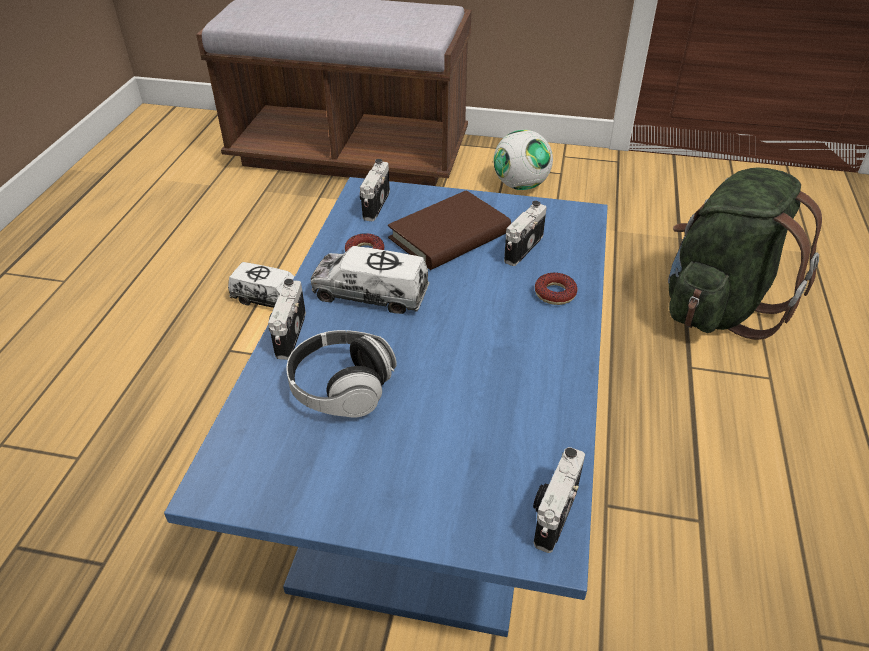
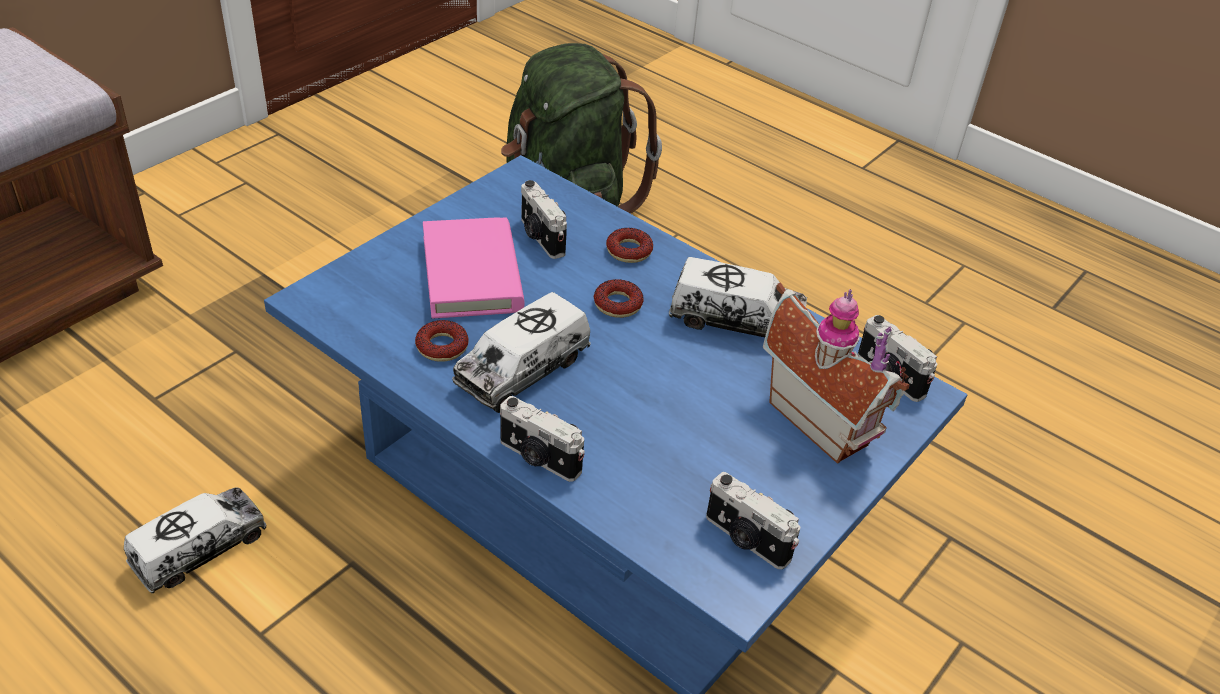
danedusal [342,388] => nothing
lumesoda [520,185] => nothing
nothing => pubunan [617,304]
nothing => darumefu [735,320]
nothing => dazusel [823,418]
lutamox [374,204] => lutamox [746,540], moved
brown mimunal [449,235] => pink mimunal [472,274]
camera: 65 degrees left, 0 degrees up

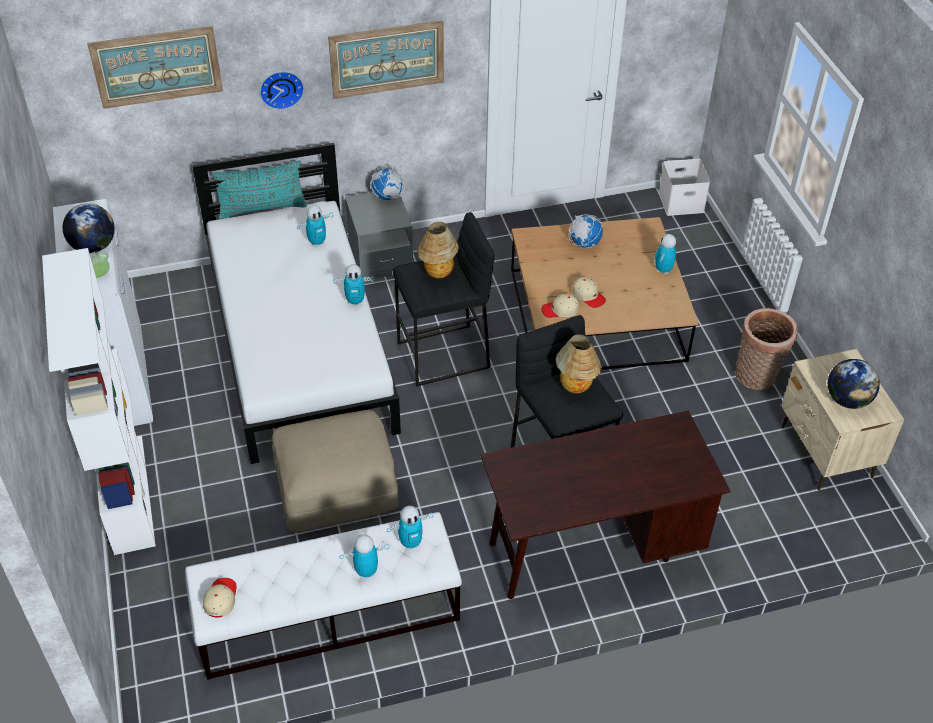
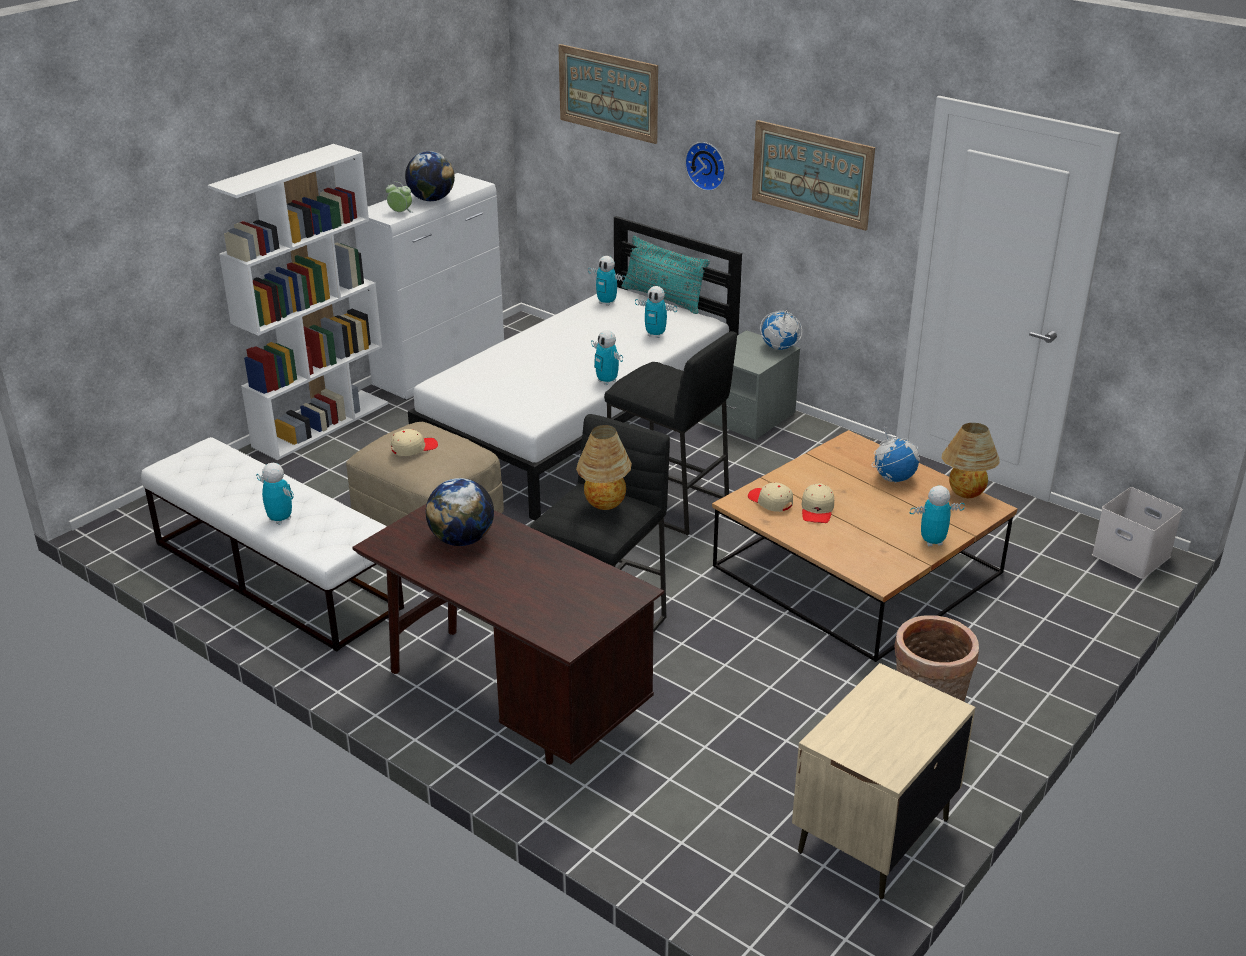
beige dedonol [220,599] => beige dedonol [414,448], moved
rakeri [411,543] => rakeri [606,302], moved
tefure [438,275] => tefure [964,495], moved
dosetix [847,400] => dosetix [462,540], moved
camera: 55 degrees right, 15 degrees down

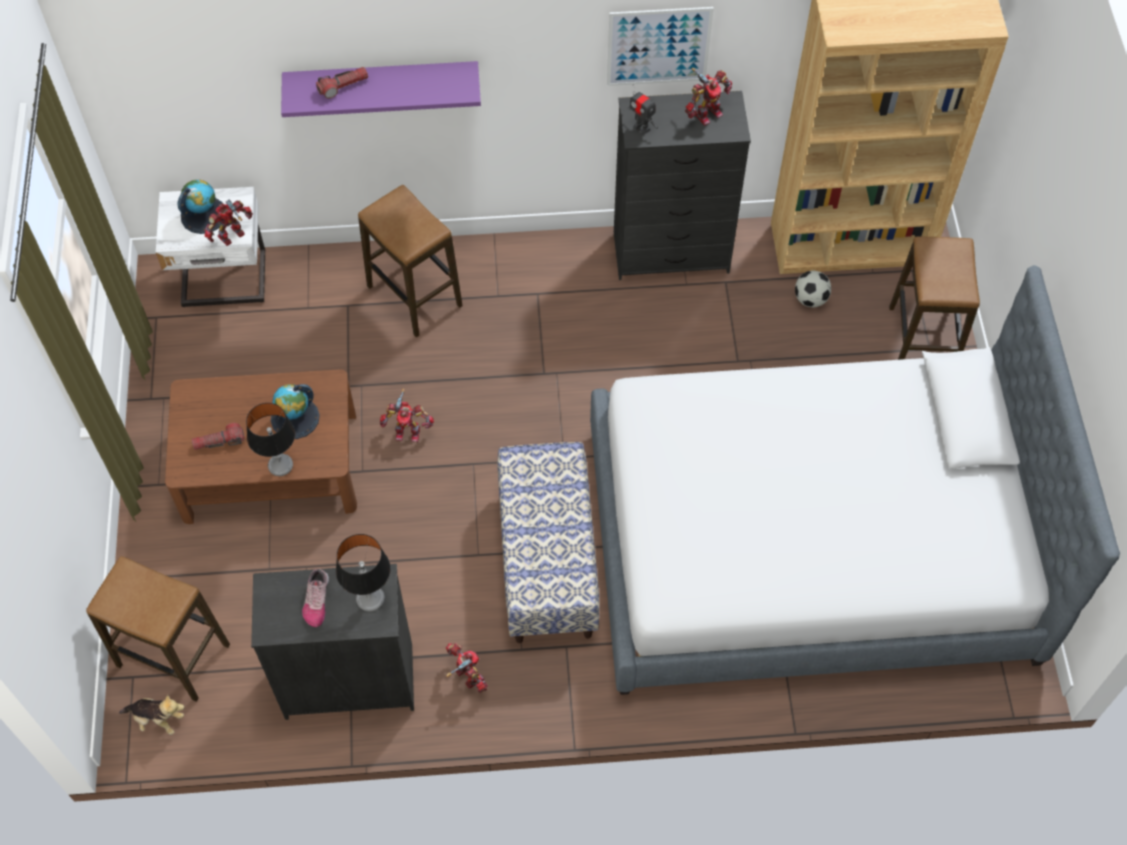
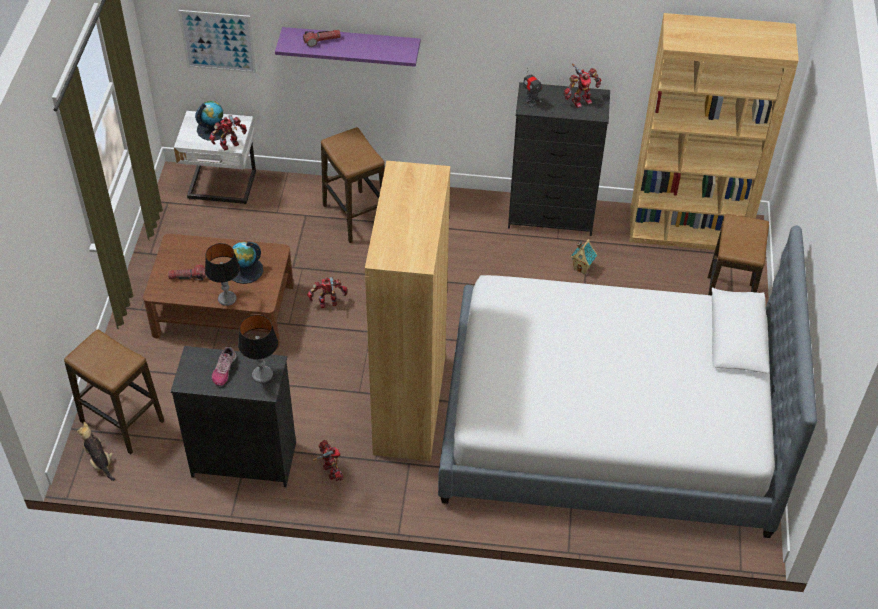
lumesoda [810,299] => nothing
nothing => dazusel [582,268]
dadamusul [658,46] => dadamusul [218,41], moved
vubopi [548,562] => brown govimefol [410,405]
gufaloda [157,719] => gufaloda [99,461], 150 degrees counterclockwise
rakeri [408,431] => rakeri [328,303], 150 degrees clockwise
camera: 10 degrees right, 10 degrees down

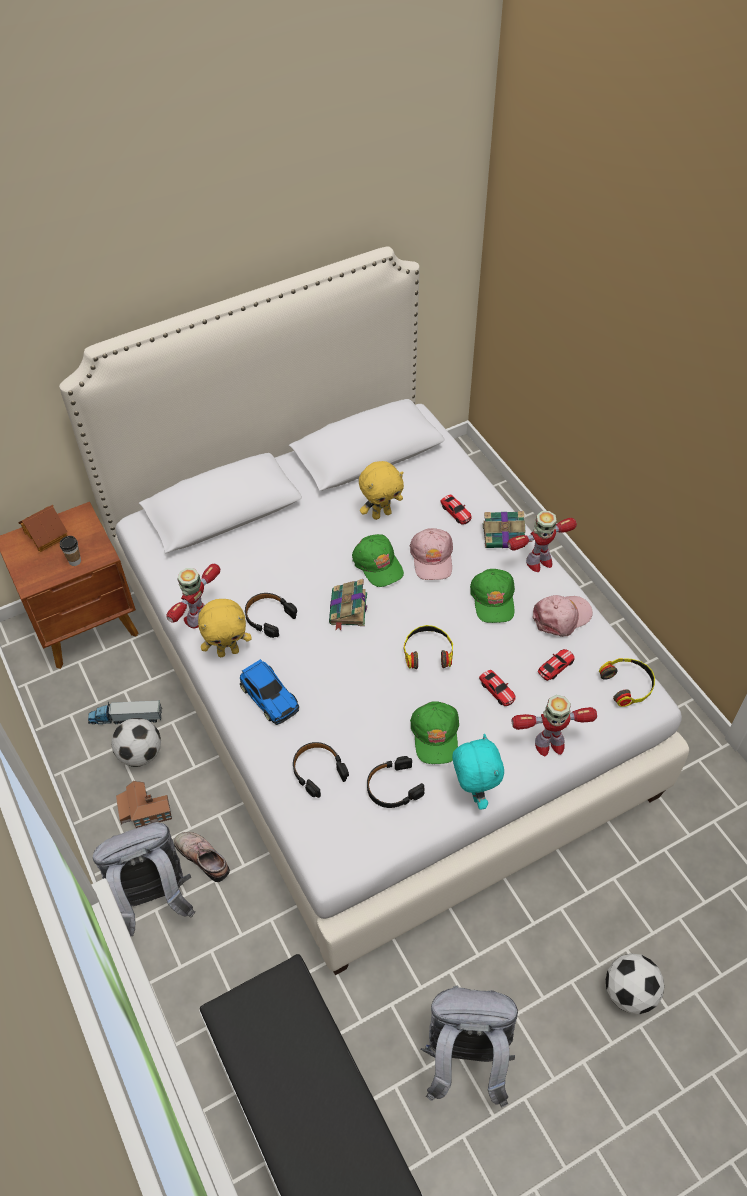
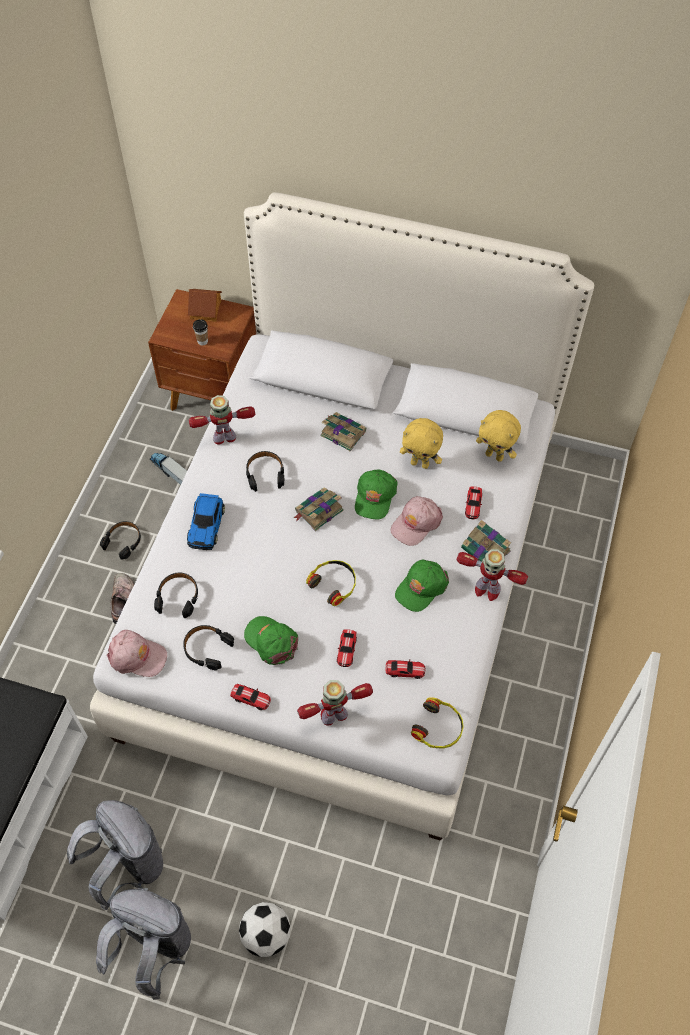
lumesoda [140,754] => nothing
nothing => mimunal [342,433]
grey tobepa [153,900] => grey tobepa [153,948], moved
yellow gufaloda [228,651] => yellow gufaloda [495,456], moved
pink dedonol [561,617] => pink dedonol [137,656], moved
dazusel [144,810] => black danedusal [123,541]
turquoise gufaloda [473,792] => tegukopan [251,698]
green dedonol [435,735] => green dedonol [271,641], 90 degrees clockwise
rakeri [549,744] => rakeri [334,715], 120 degrees clockwise
camera: 45 degrees right, 5 degrees up

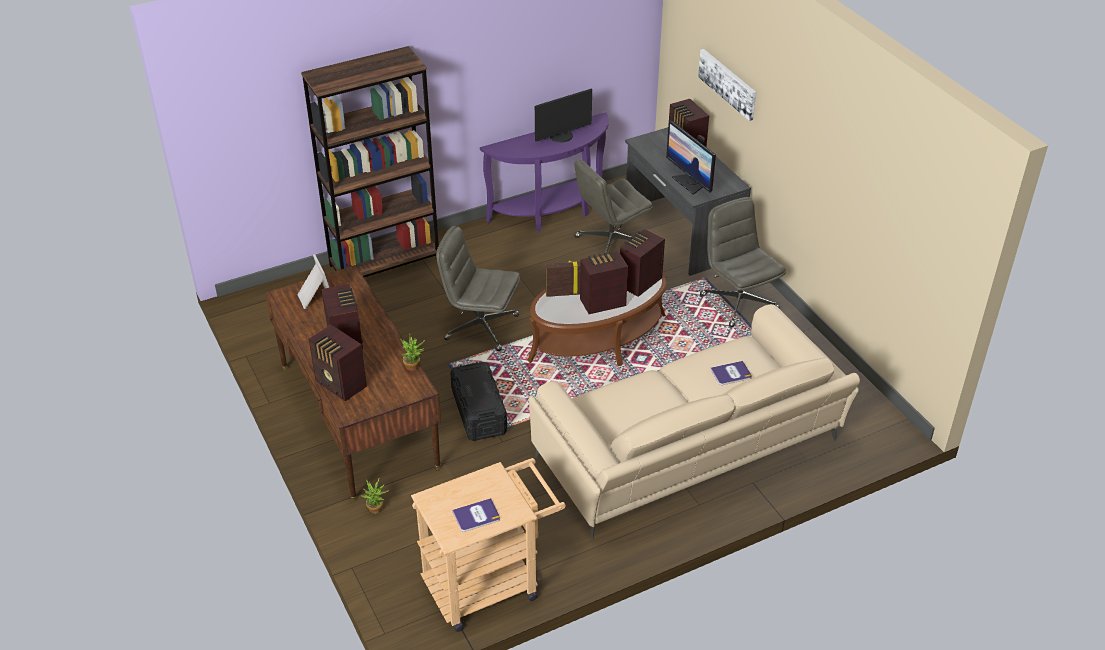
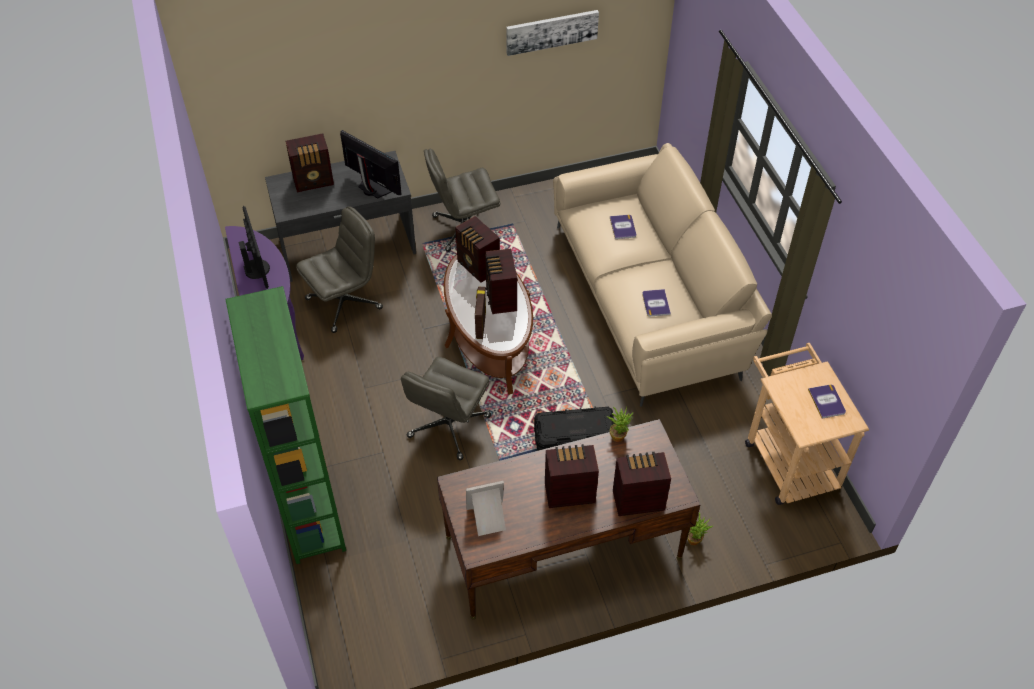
nothing => mimunal [656,303]
dadamusul [728,83] => dadamusul [551,31], moved
brown govimefol [385,262] => green govimefol [309,506]
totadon [341,385] => totadon [637,500], 150 degrees counterclockwise
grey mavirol [610,243] => grey mavirol [345,303], 105 degrees counterclockwise
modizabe [689,183] => modizabe [372,189], 120 degrees counterclockwise
camera: 80 degrees left, 10 degrees up

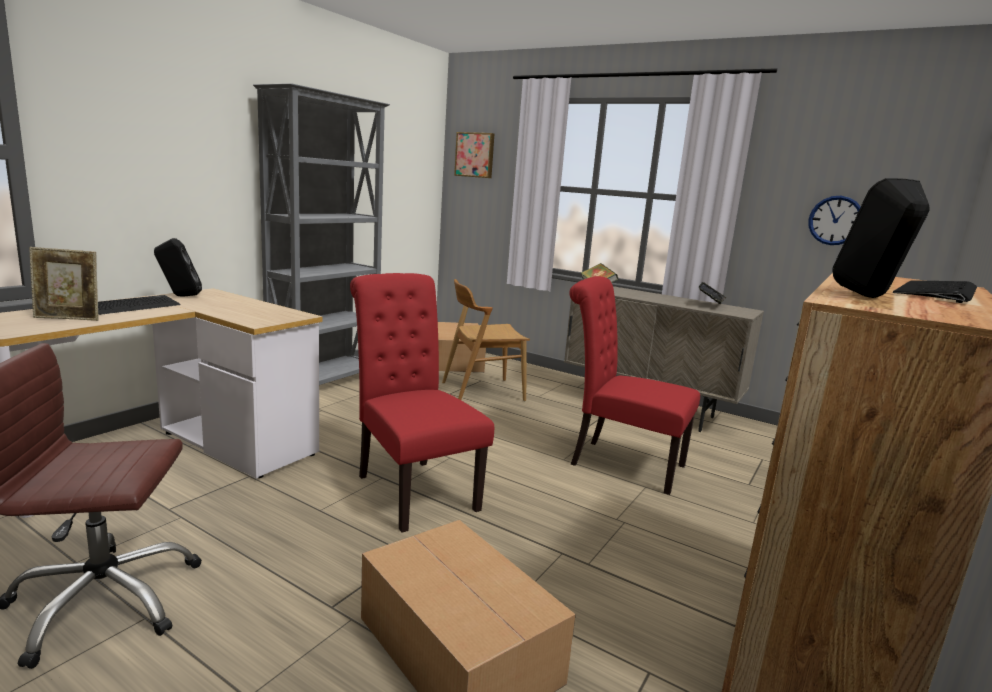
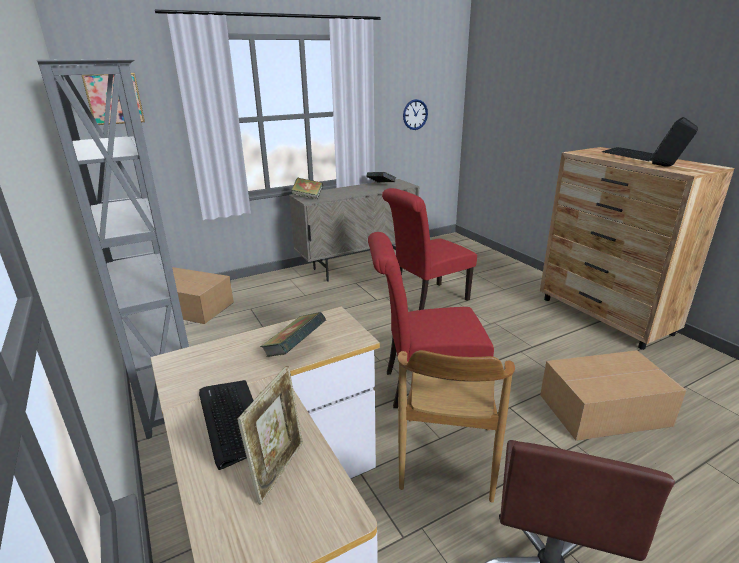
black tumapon [180,296] => nothing
nothing => mimunal [295,350]
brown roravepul [482,391] => brown roravepul [446,457], moved
camera: 60 degrees left, 10 degrees up

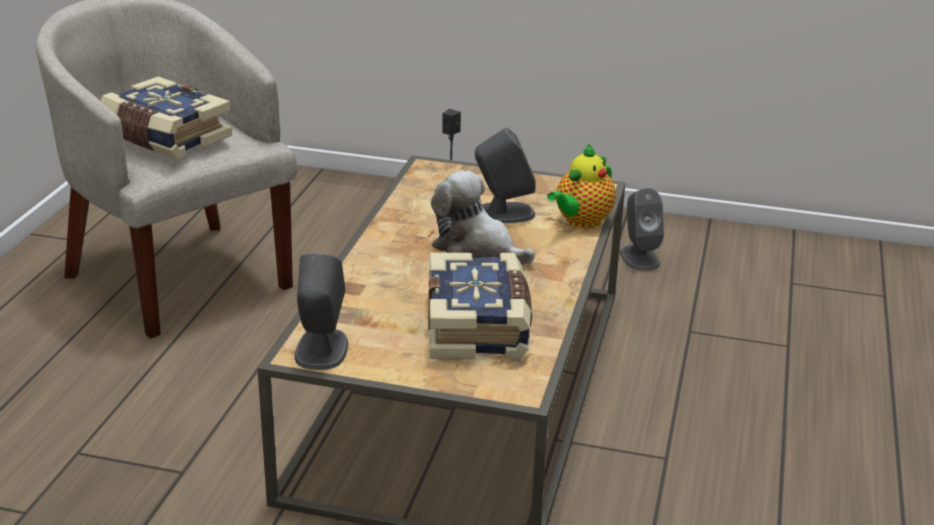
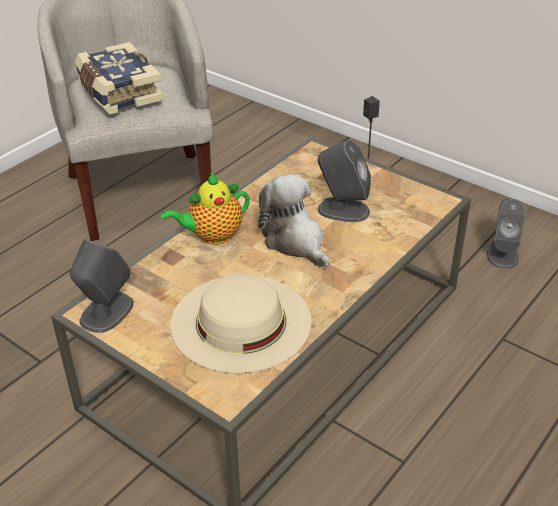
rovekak [581,222] => rovekak [212,236], moved
mimunal [479,326] => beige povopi [241,321]
camera: 25 degrees right, 10 degrees up

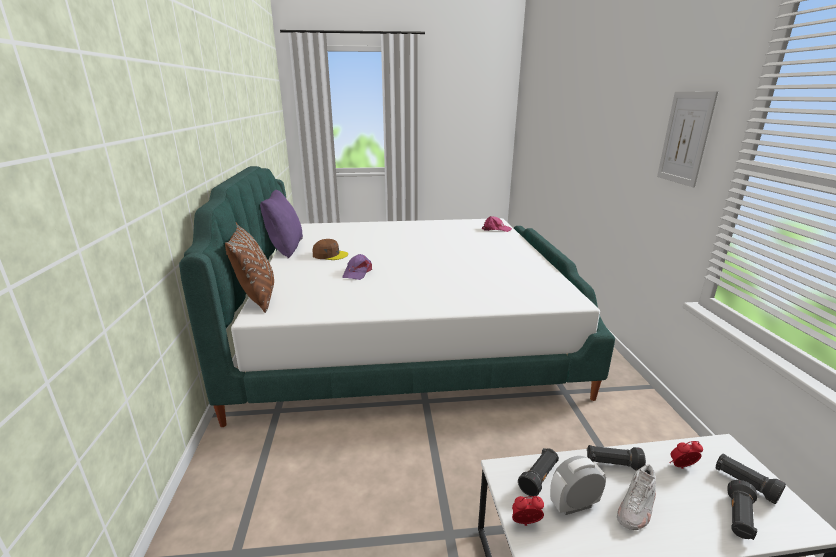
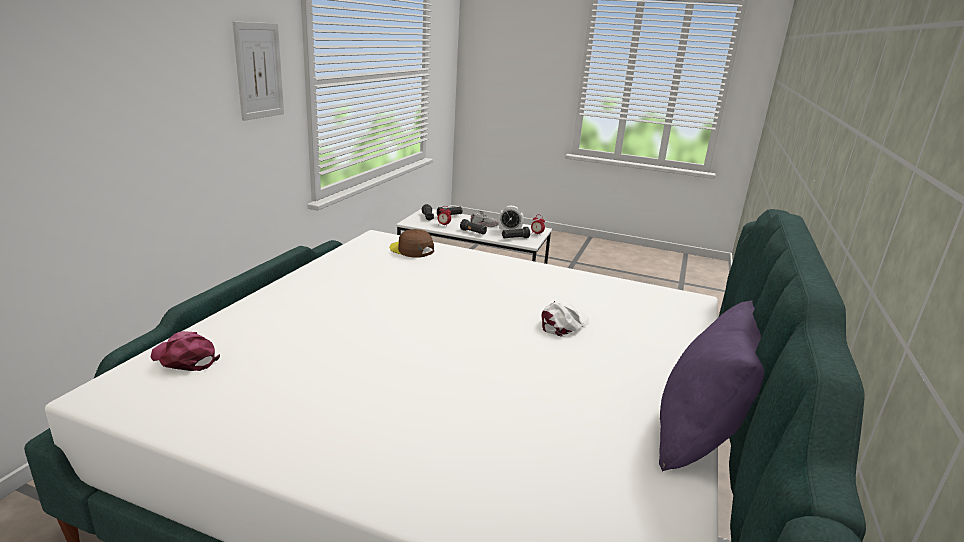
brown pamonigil [257,297] => nothing
brown dedonol [330,255] => brown dedonol [411,250], moved
purple dedonol [357,273] => white dedonol [563,324]
camera: 155 degrees left, 0 degrees up

